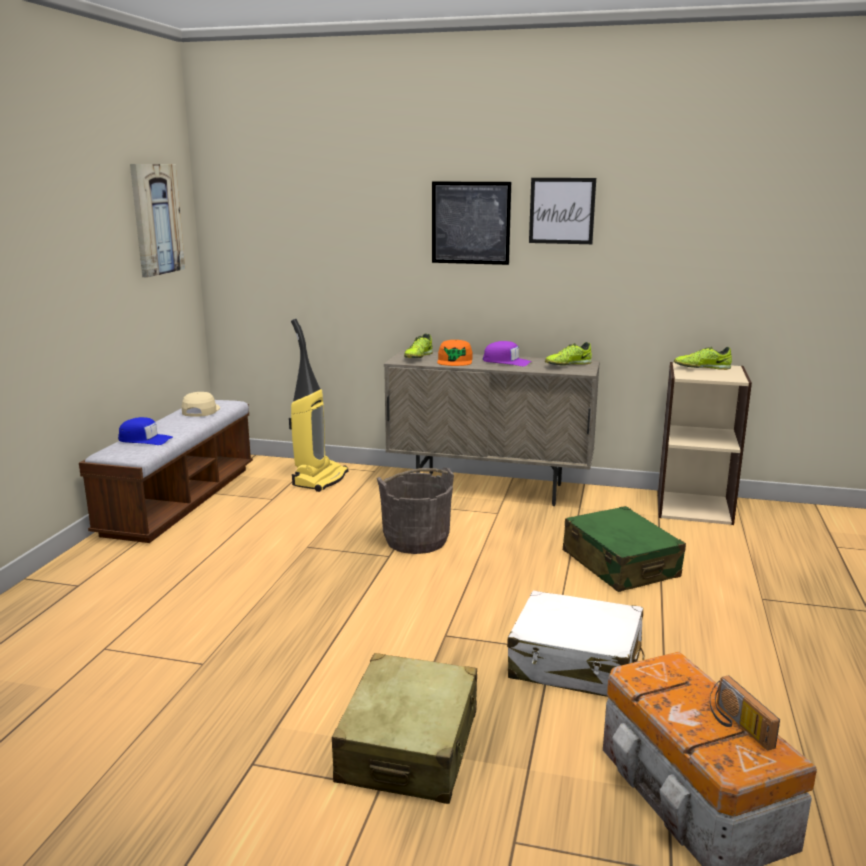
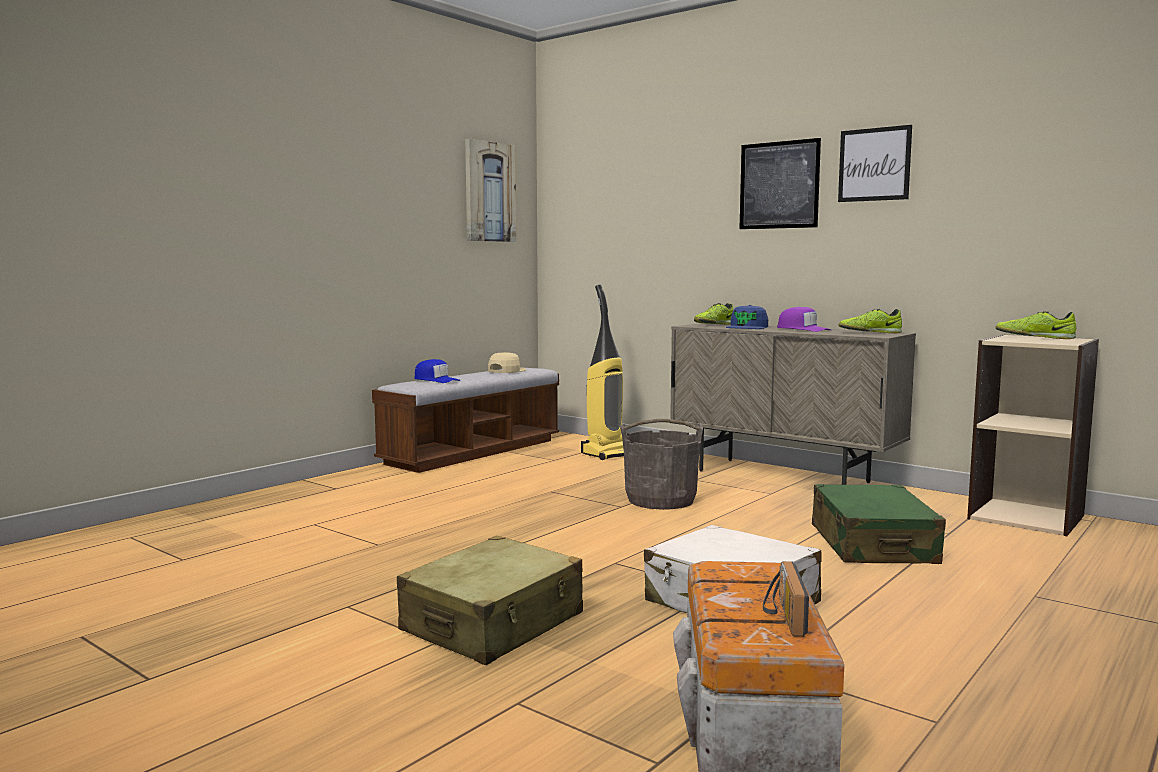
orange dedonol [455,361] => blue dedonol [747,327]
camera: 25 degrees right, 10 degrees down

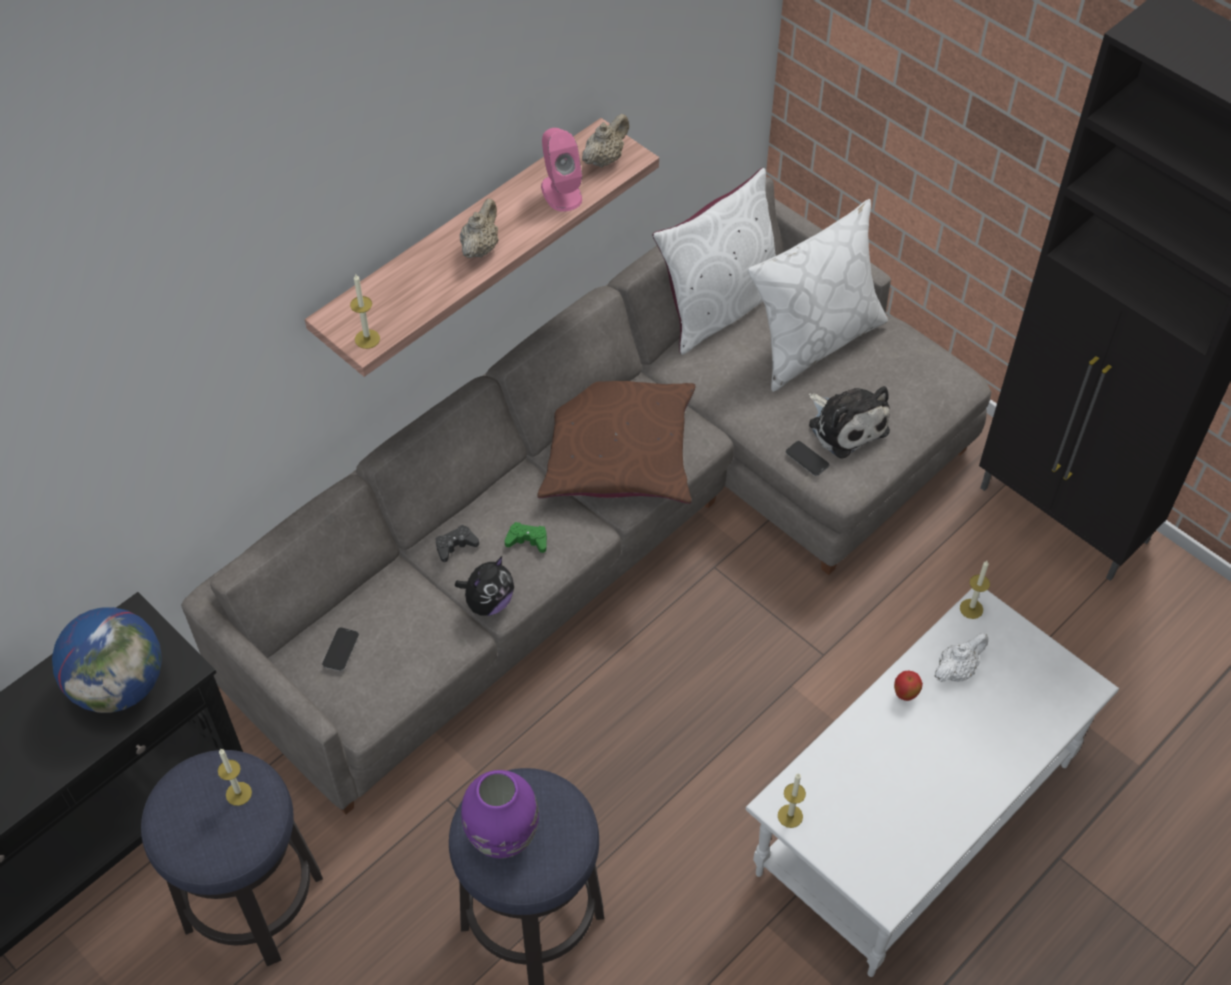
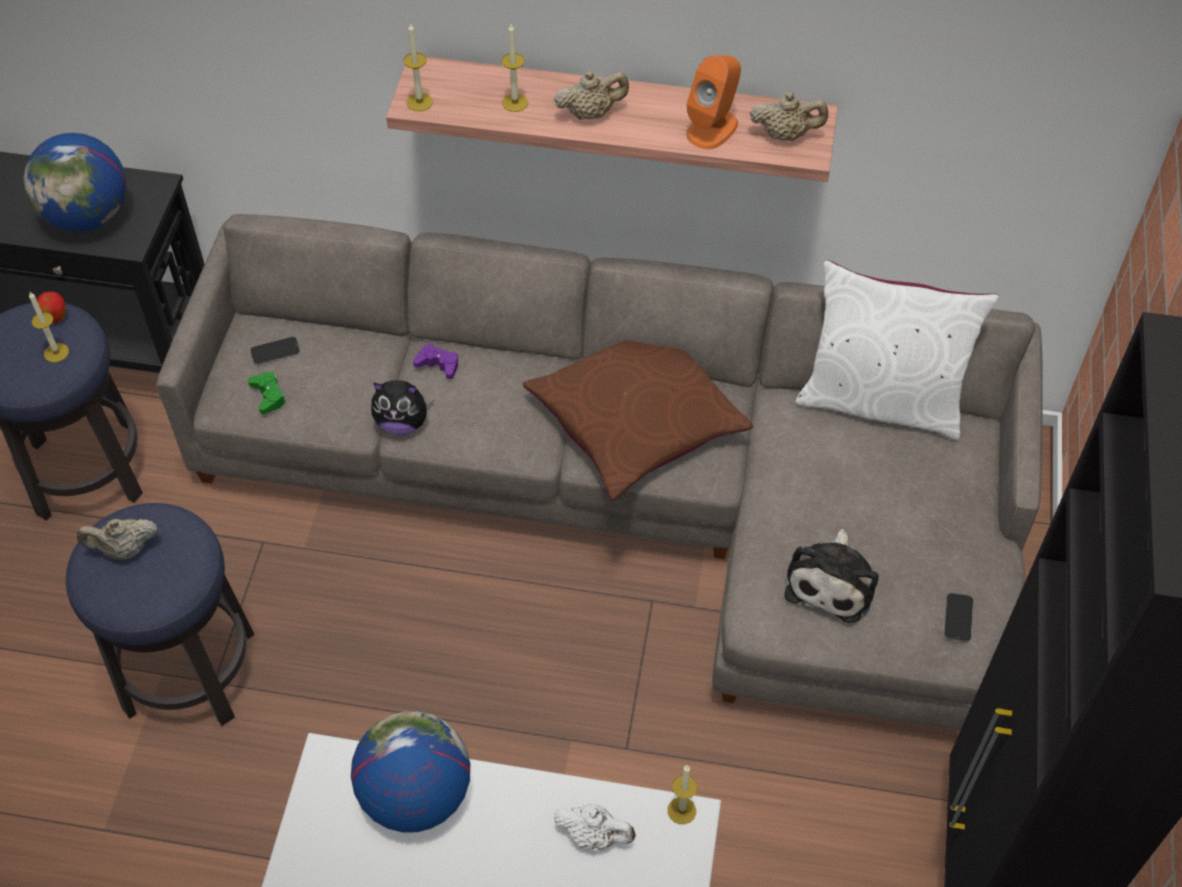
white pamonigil [814,341] => nothing
nothing => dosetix [415,795]
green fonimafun [527,540] => green fonimafun [268,395], moved
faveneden [790,816] => faveneden [515,102], moved
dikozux [807,459] => dikozux [958,618], moved
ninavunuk [905,694] => ninavunuk [56,318], moved
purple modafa [503,837] => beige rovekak [124,549]
black fonimafun [455,546] => purple fonimafun [438,364]
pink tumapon [561,192] => orange tumapon [712,128]
camera: 55 degrees right, 0 degrees up

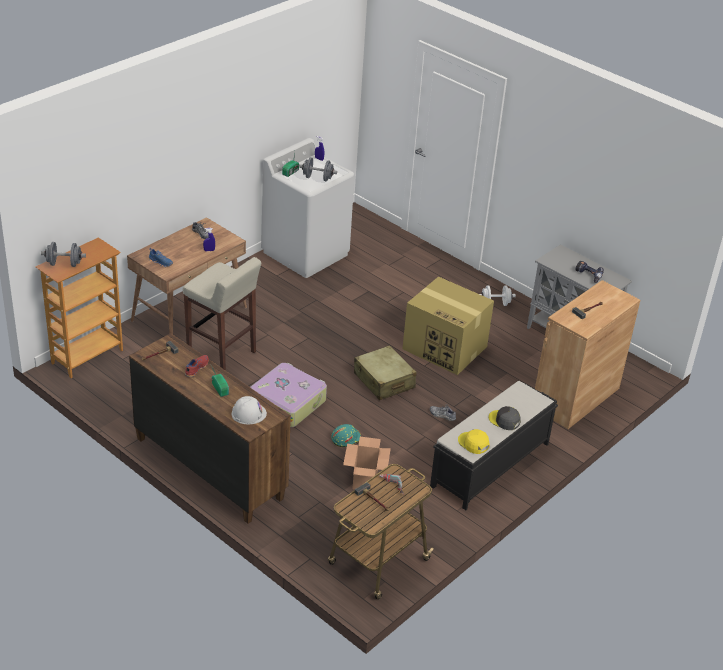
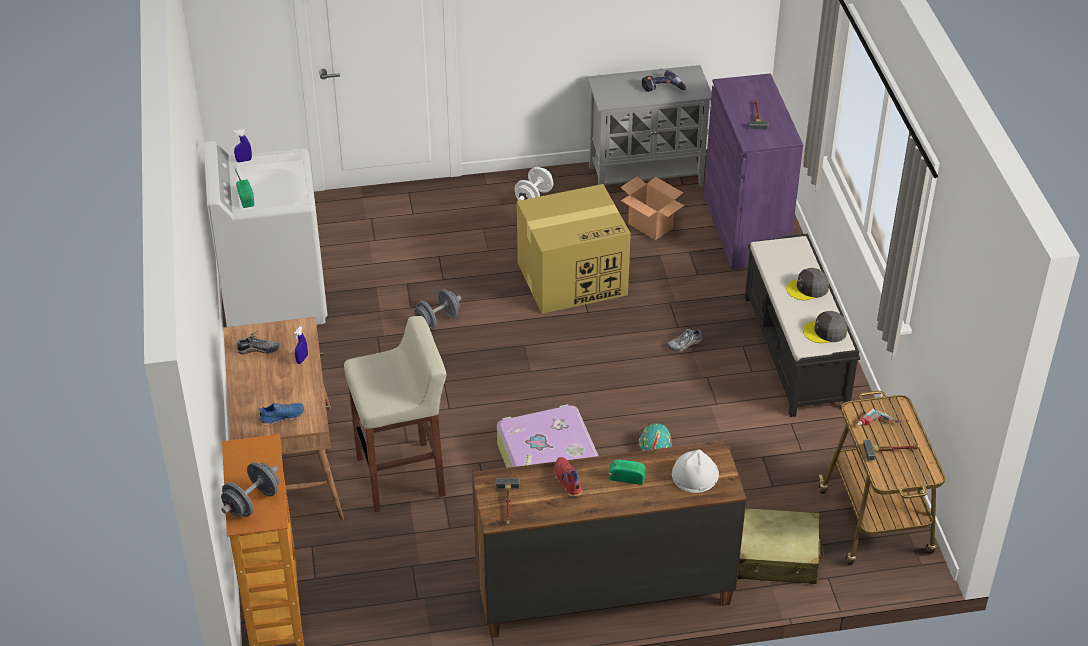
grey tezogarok [317,178] => grey tezogarok [437,320], moved
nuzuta [365,480] => nuzuta [651,226], moved
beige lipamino [384,381] => beige lipamino [777,557], moved
yellow dedonol [473,443] => grey dedonol [825,331]
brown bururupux [575,398] => purple bururupux [745,229]
camera: 50 degrees left, 5 degrees up

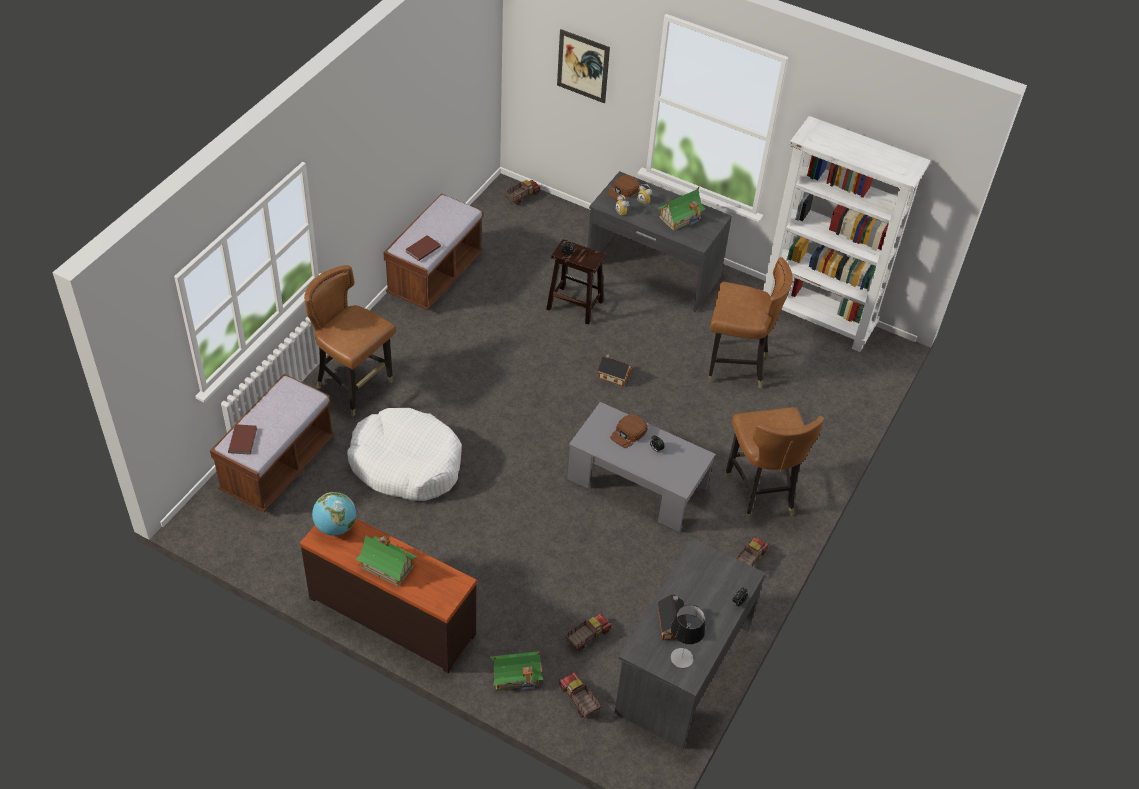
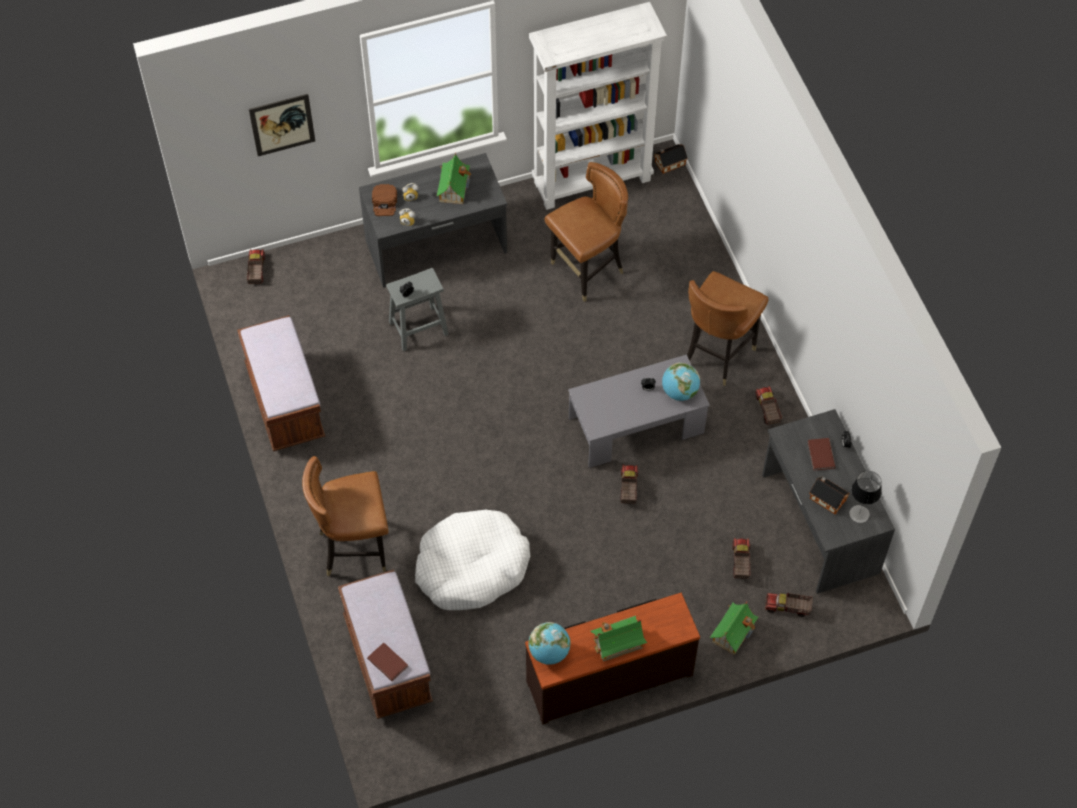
brown dedonol [628,433] => nothing
nothing => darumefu [628,488]
nothing => dosetix [679,392]
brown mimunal [422,249] => brown mimunal [820,455], moved
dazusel [612,375] => dazusel [668,163], moved
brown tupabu [574,305] => grey tupabu [417,329]
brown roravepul [760,493] => brown roravepul [717,354], 90 degrees clockwise
camera: 45 degrees left, 10 degrees up

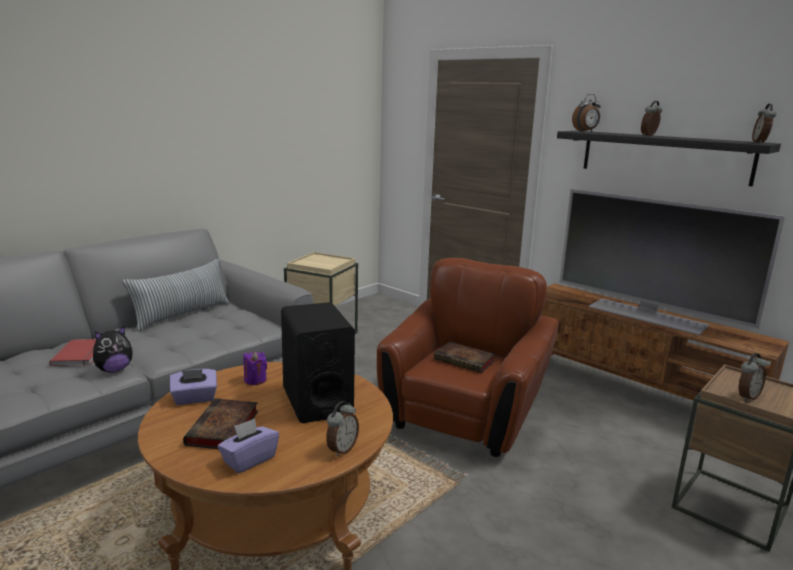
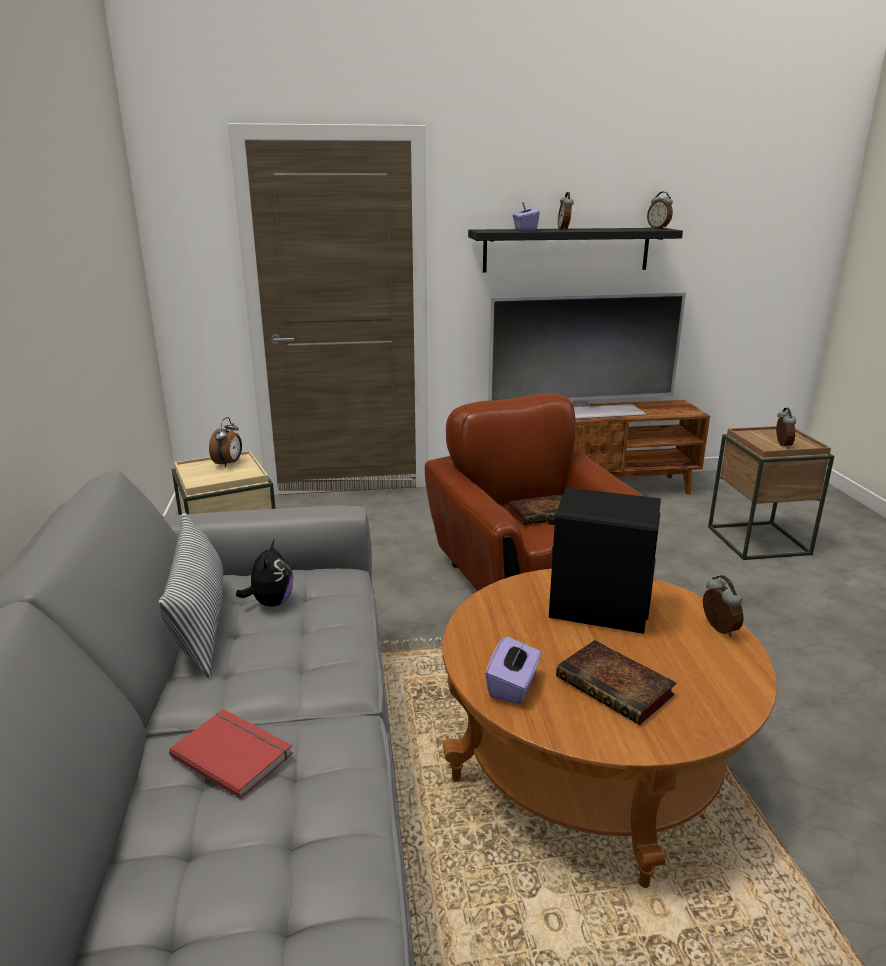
purple faveneden [255,380] => nothing
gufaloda [114,370] => gufaloda [271,602], moved
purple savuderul [249,460] => purple savuderul [525,229], moved
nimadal [585,131] => nimadal [229,463], moved
camera: 50 degrees left, 5 degrees up

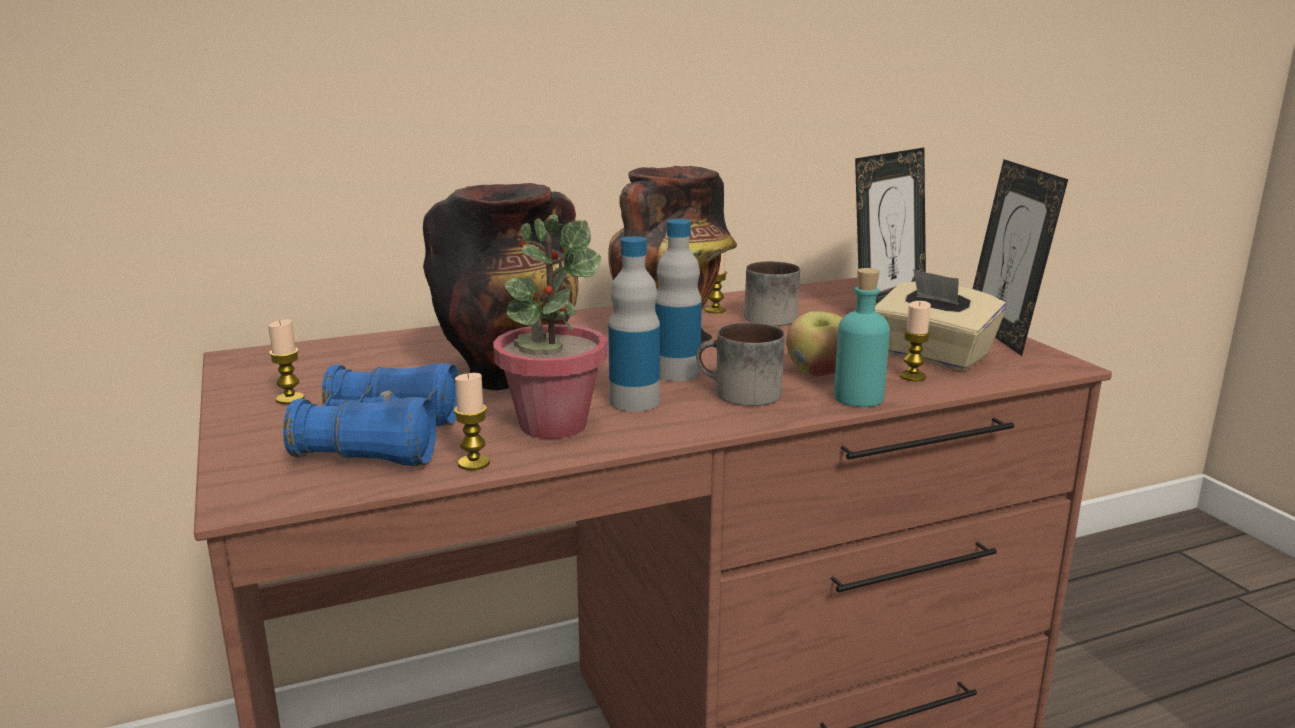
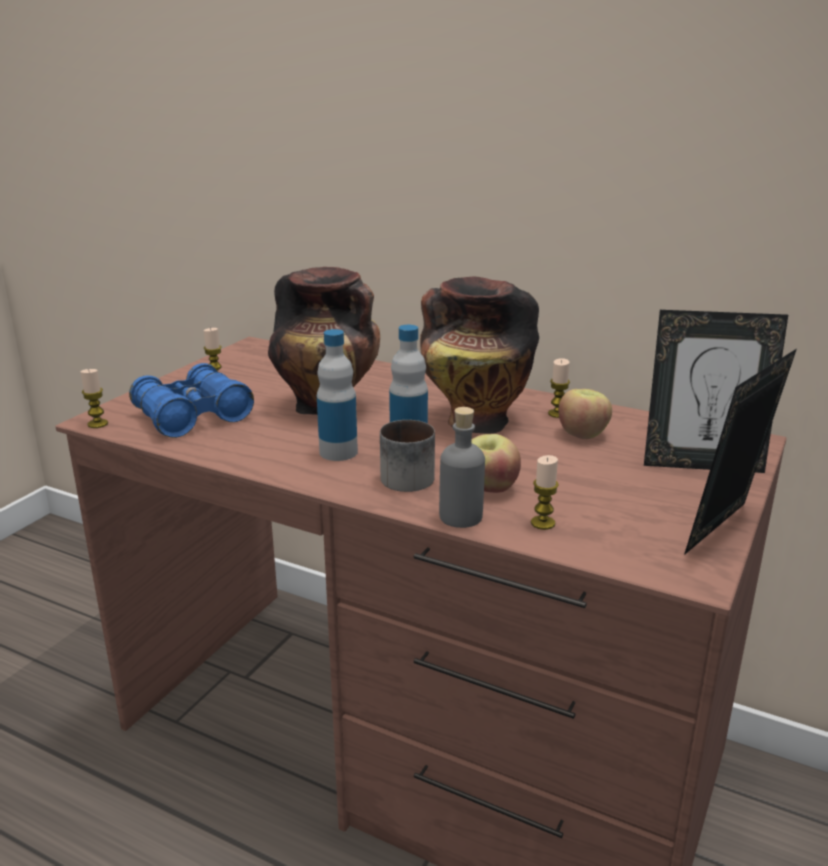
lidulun [552,425] => nothing
beige savuderul [932,356] => nothing
faveneden [474,463] => faveneden [97,424], moved
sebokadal [770,316] => ninavunuk [583,434]
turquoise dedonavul [858,398] => grey dedonavul [461,516]
camera: 50 degrees right, 5 degrees up

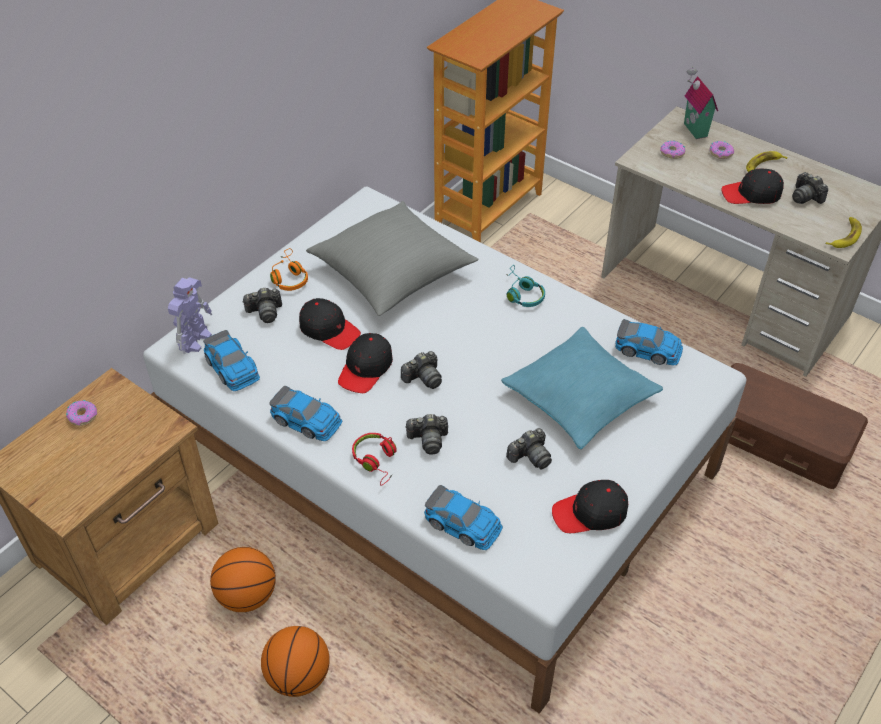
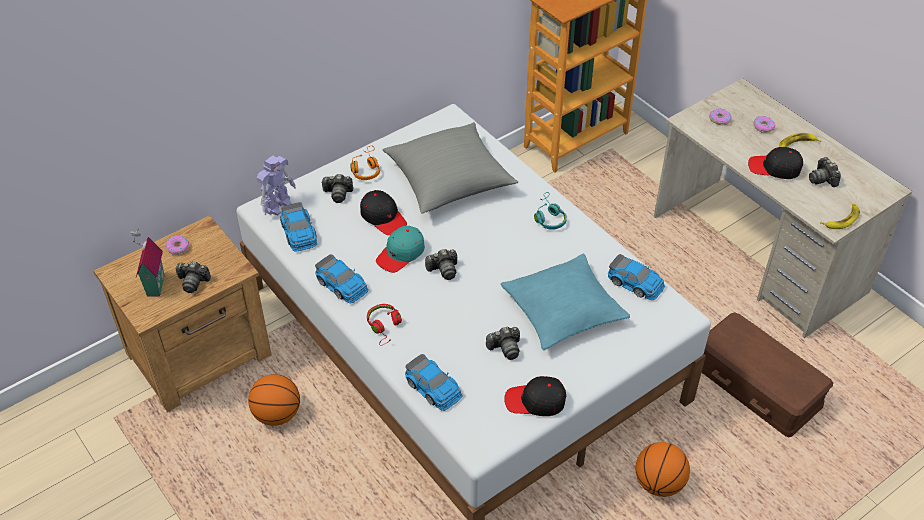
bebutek [298,676] => bebutek [659,483], moved
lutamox [428,440] => lutamox [193,282], moved
dazusel [693,130] => dazusel [153,285], moved
black dedonol [366,369] => turquoise dedonol [401,254]
camera: 15 degrees right, 0 degrees up

